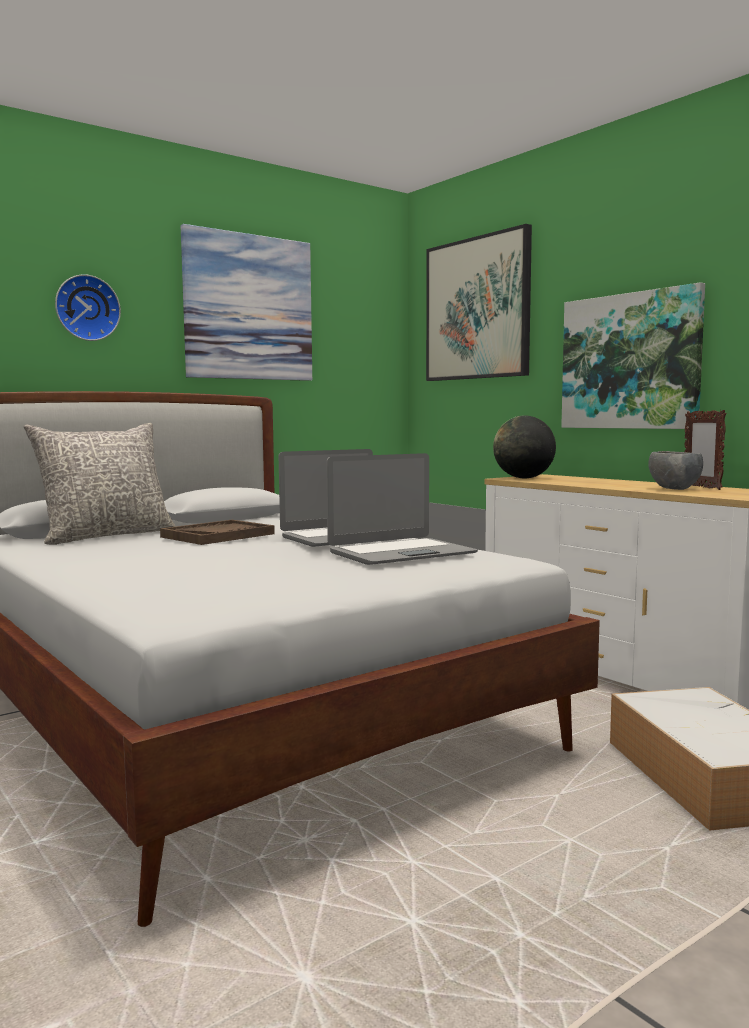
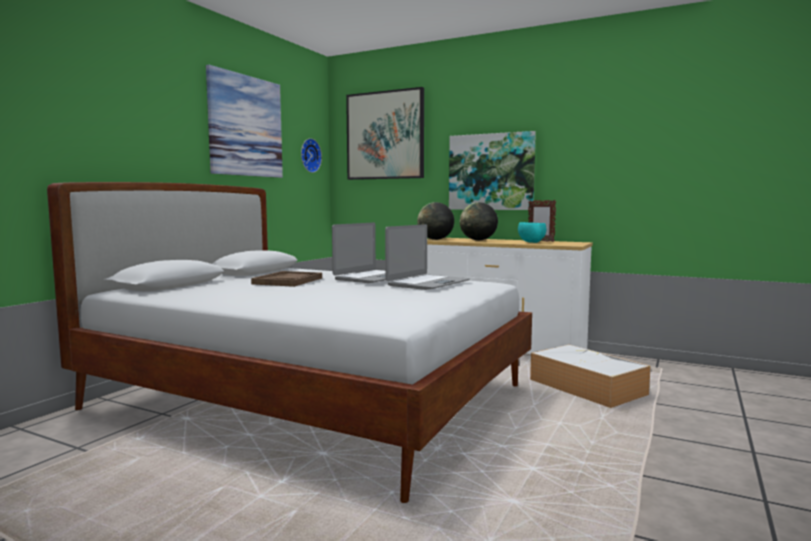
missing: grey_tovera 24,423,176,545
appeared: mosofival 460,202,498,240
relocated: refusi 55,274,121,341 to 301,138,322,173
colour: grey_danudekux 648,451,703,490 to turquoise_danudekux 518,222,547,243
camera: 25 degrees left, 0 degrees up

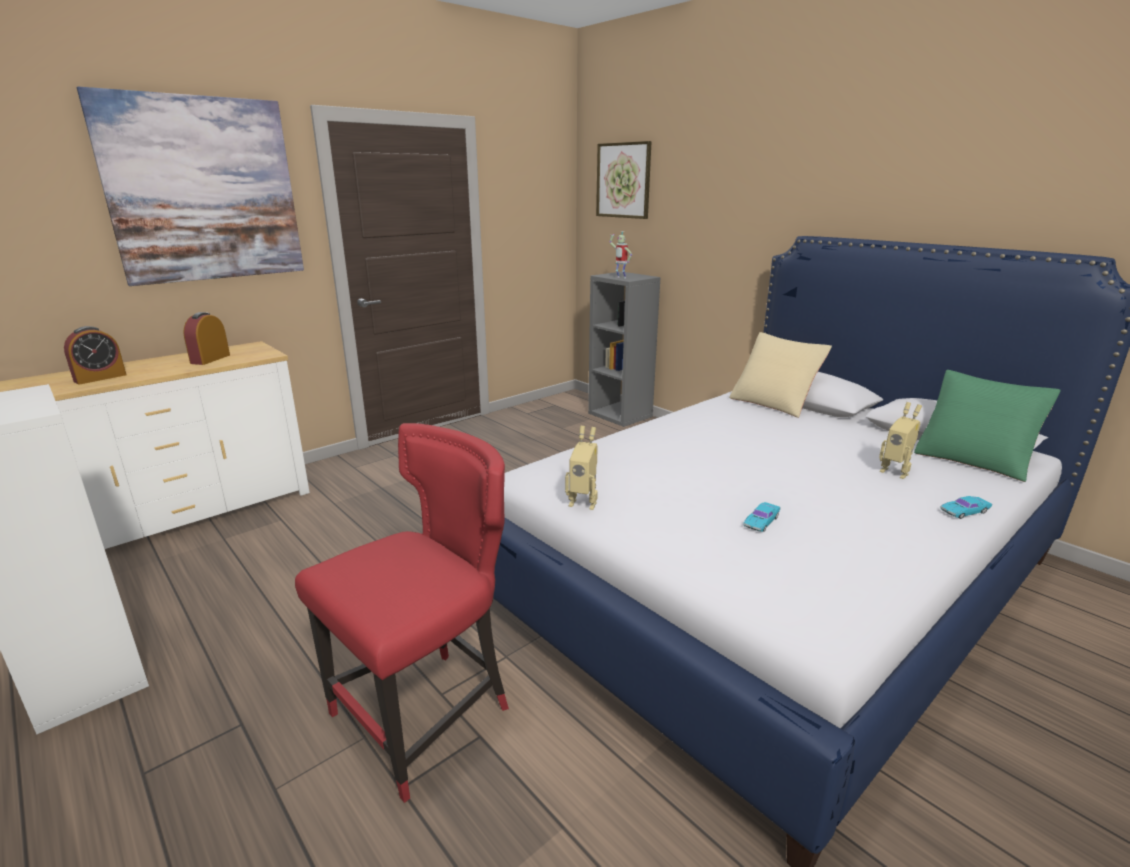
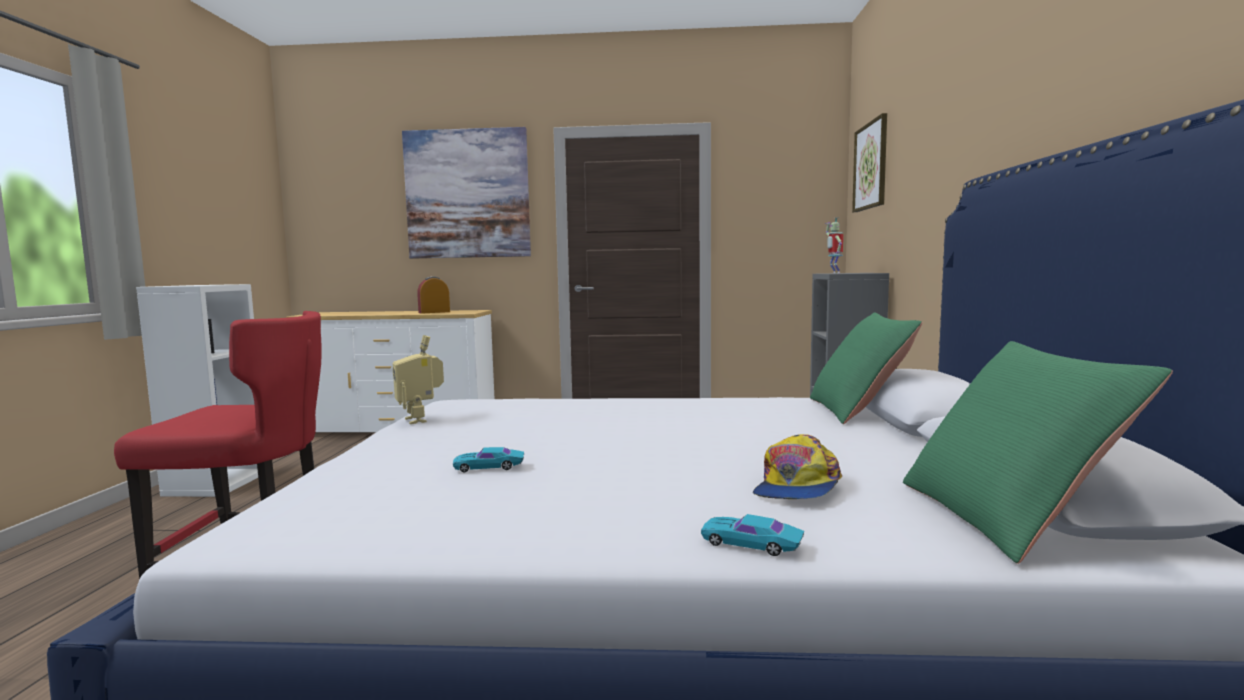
missing: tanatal 64,326,126,385
exchanged: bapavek 879,402,922,479 to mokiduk 753,434,842,499
colour: beige_tovera 729,332,832,418 to green_tovera 810,312,922,424
camera: 45 degrees right, 15 degrees down

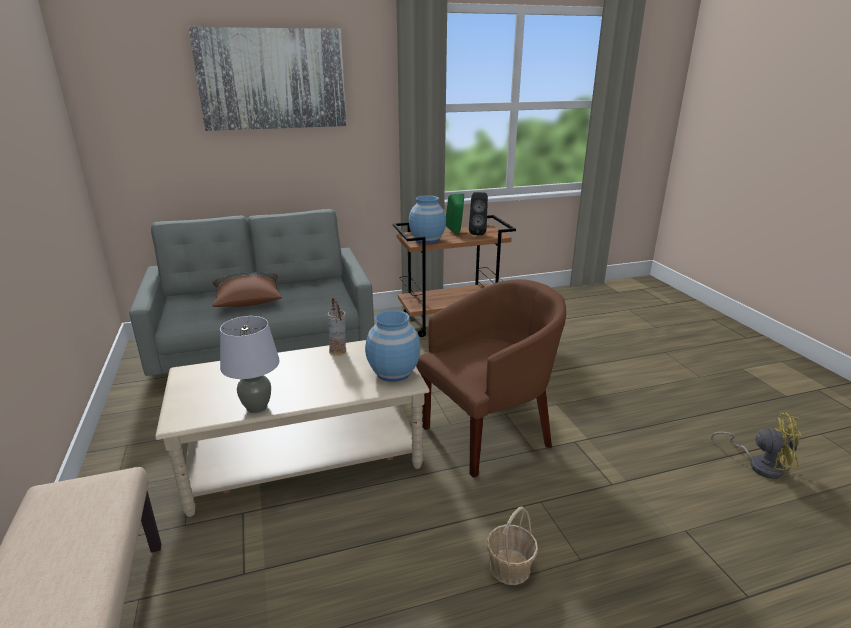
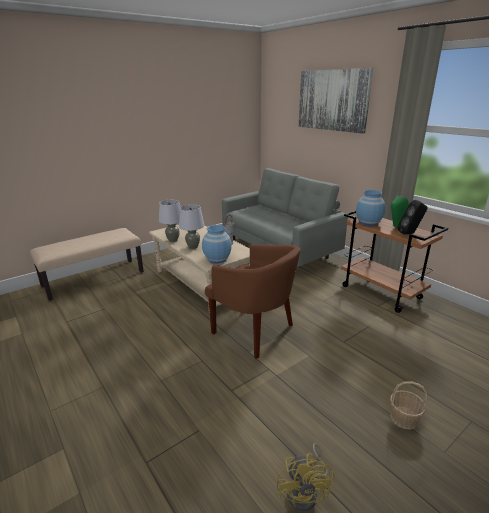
missing: brown_tovera 212,272,282,307
appeared: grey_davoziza 179,204,204,249
relocated: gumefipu 487,506,538,585 to 390,381,427,430
camera: 70 degrees right, 0 degrees up

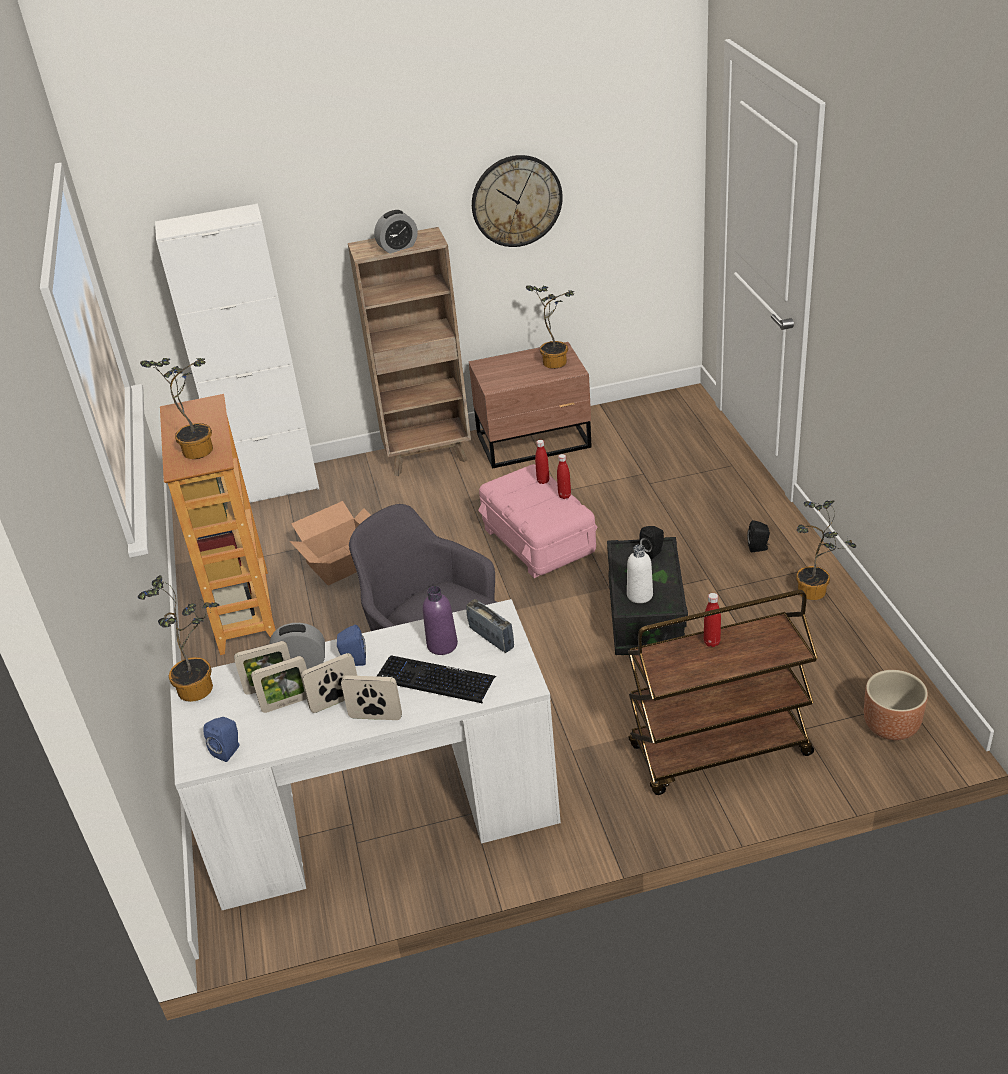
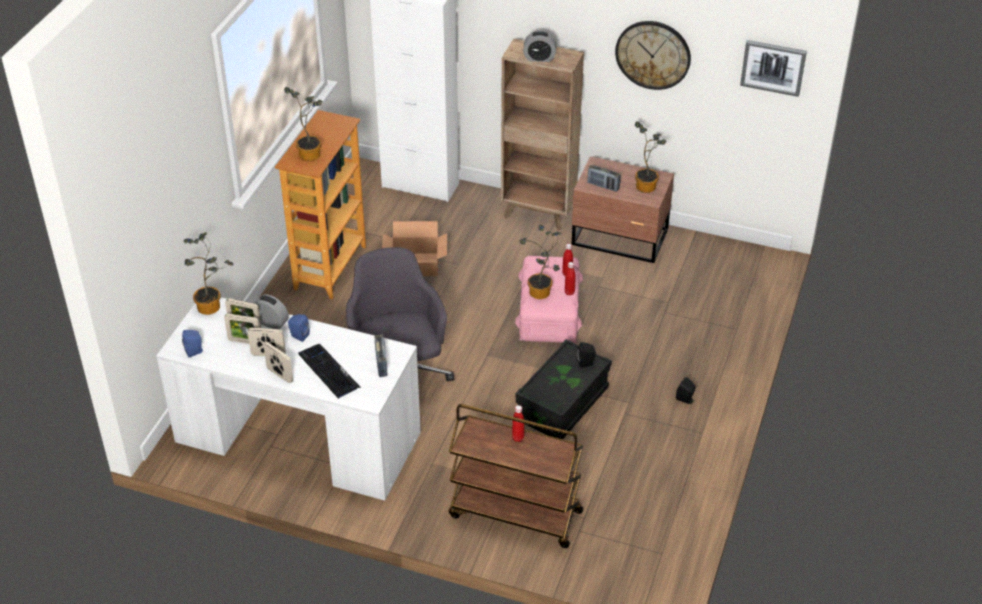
missing: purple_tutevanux 423,586,458,655; white_tutevanux 627,545,653,603; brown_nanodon 864,670,928,740
appeared: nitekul 588,165,621,192; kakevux 740,40,807,97
relocated: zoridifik 796,500,856,600 to 520,225,562,299
camera: 30 degrees right, 5 degrees up

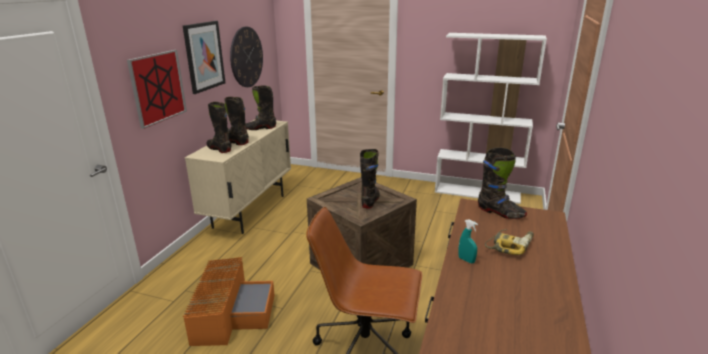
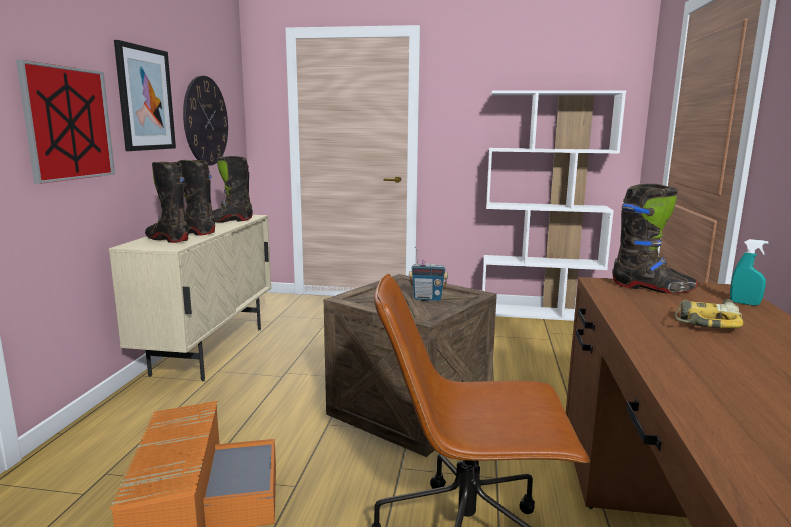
relocated: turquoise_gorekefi 458,219,478,263 to 730,239,769,306
exchanged: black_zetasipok 360,149,380,209 to nitekul 409,247,448,301
camera: 10 degrees left, 10 degrees down

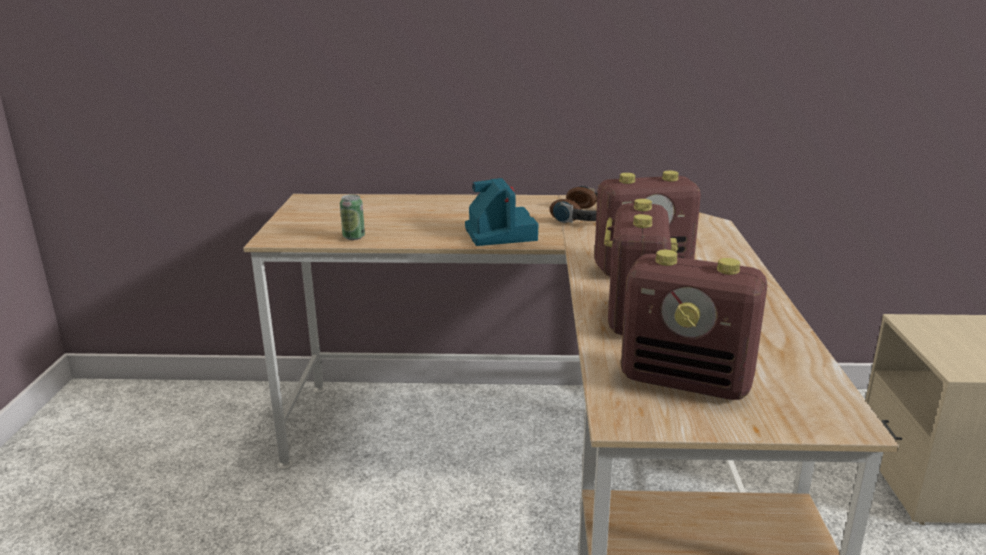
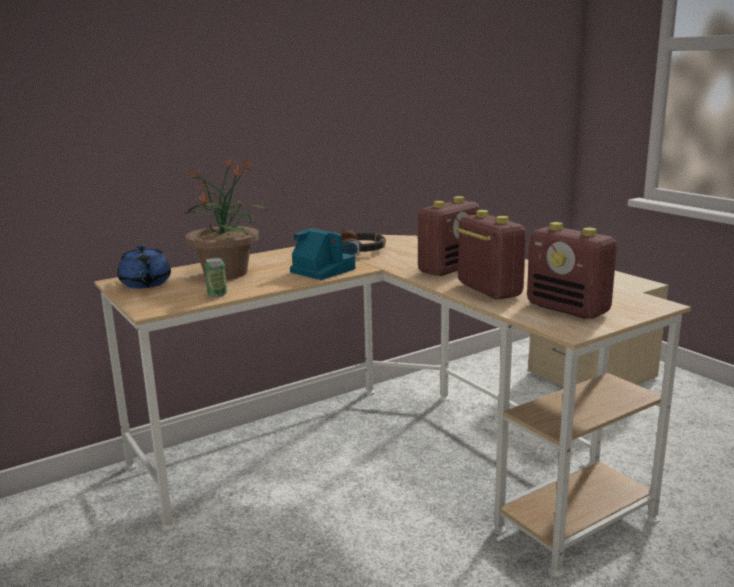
appeared: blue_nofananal 118,244,171,289; zoridifik 185,157,267,280
spun: nitekul 621,250,767,400 = 527,222,617,319 60 degrees clockwise
camera: 35 degrees left, 5 degrees down

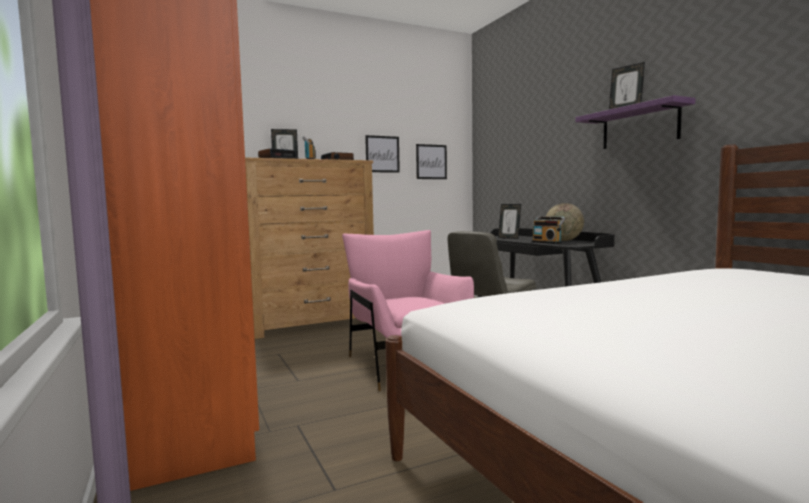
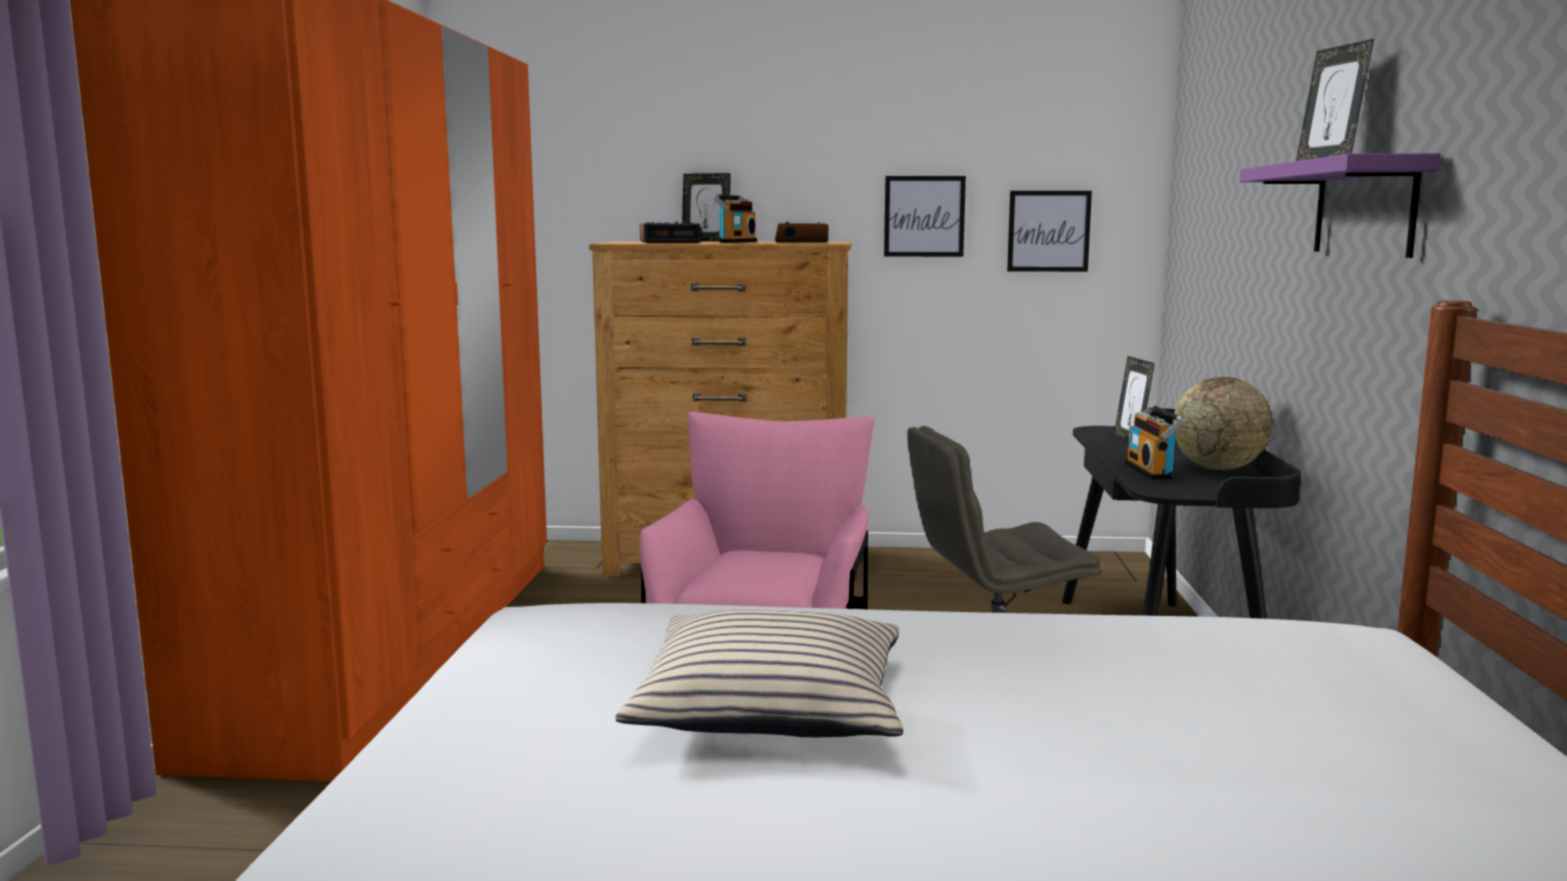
appeared: beige_tovera 615,610,904,737
camera: 30 degrees right, 5 degrees up

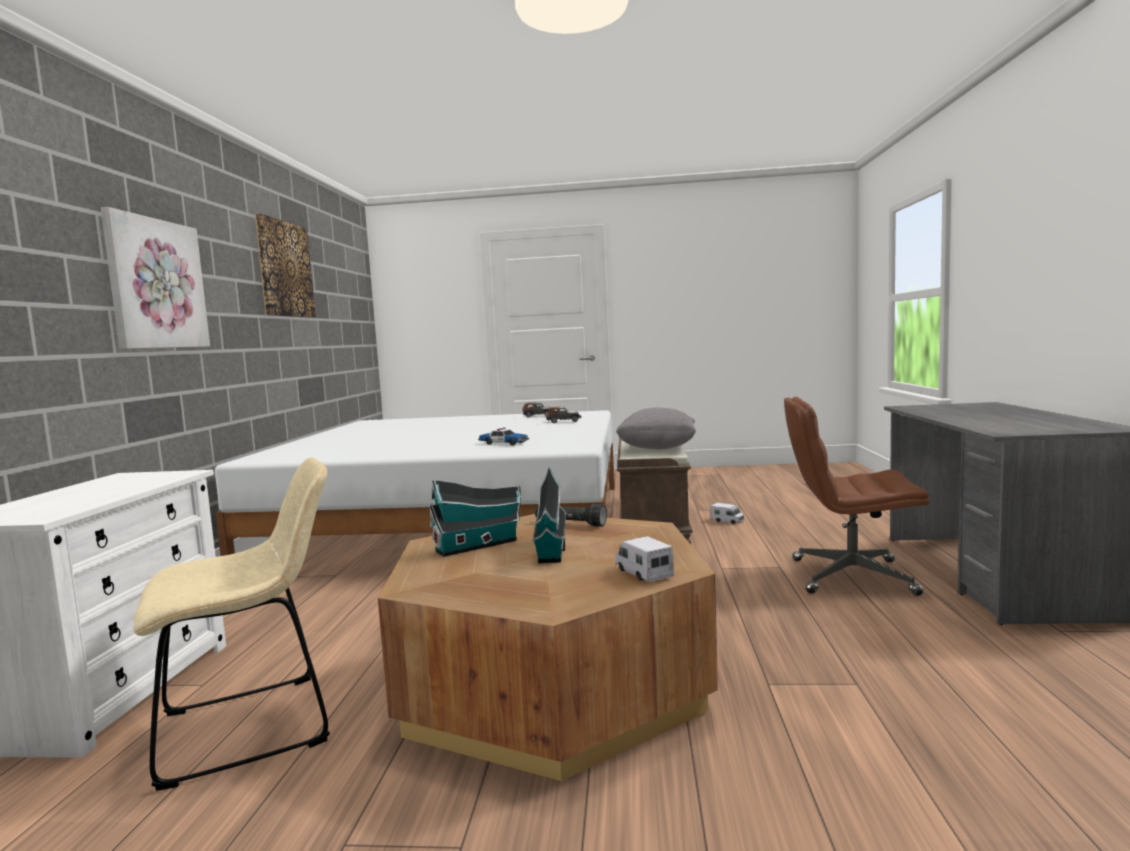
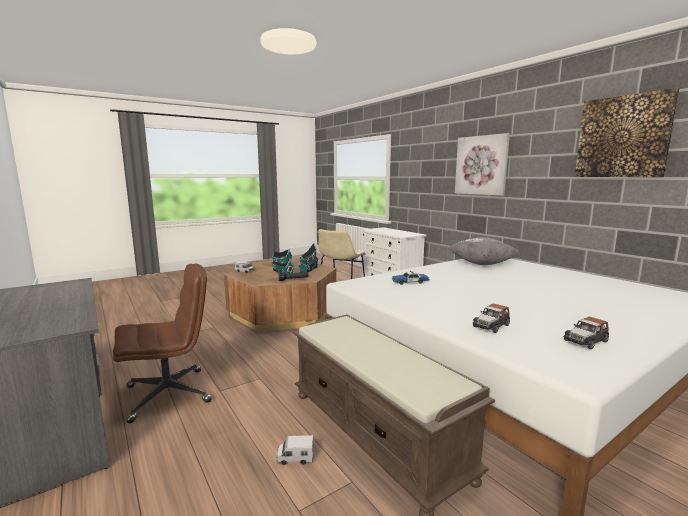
relocated: grey_tovera 616,408,696,449 to 448,238,519,265
camera: 140 degrees right, 5 degrees up

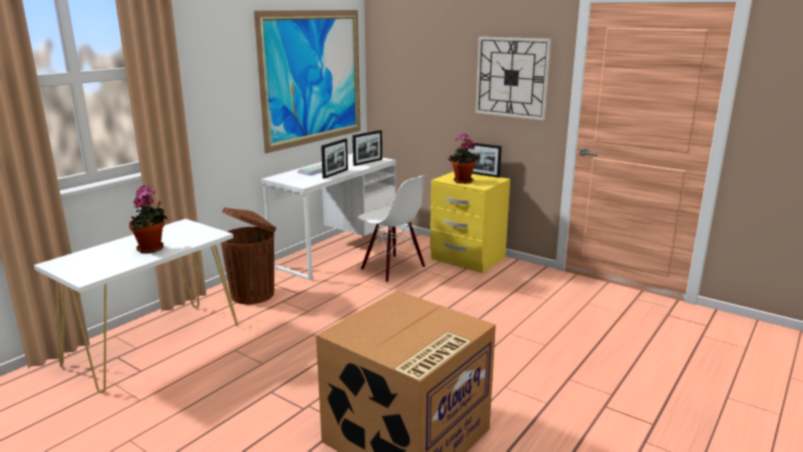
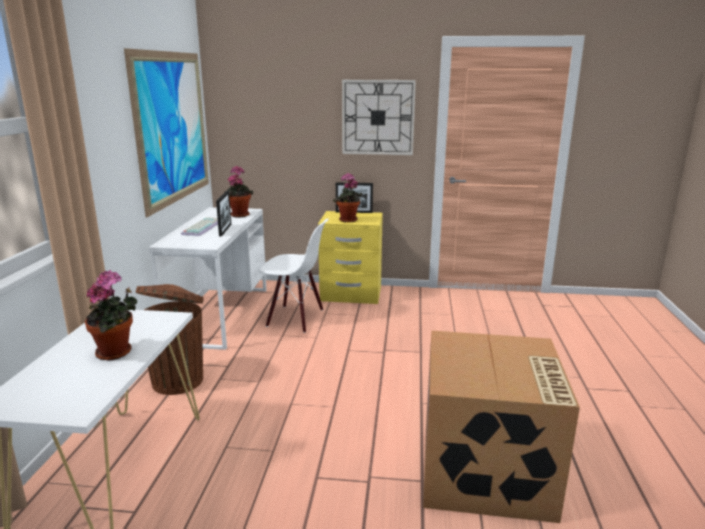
exchanged: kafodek 352,130,382,166 to zoridifik 225,166,254,217
camera: 30 degrees left, 0 degrees up

